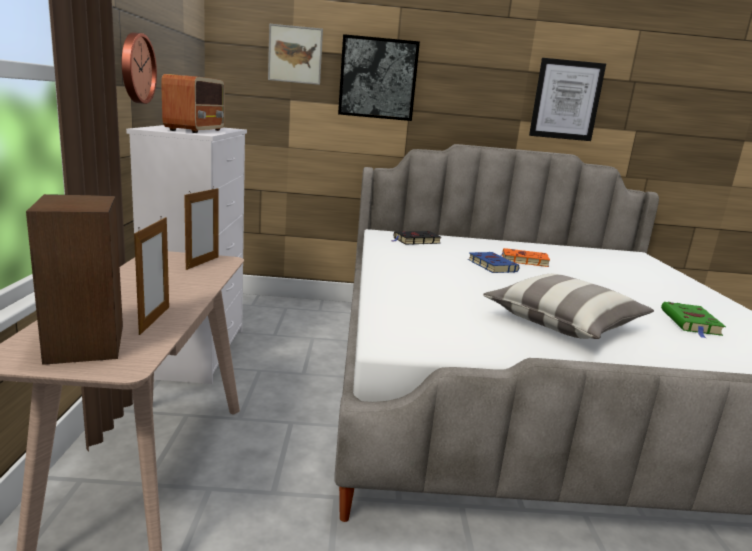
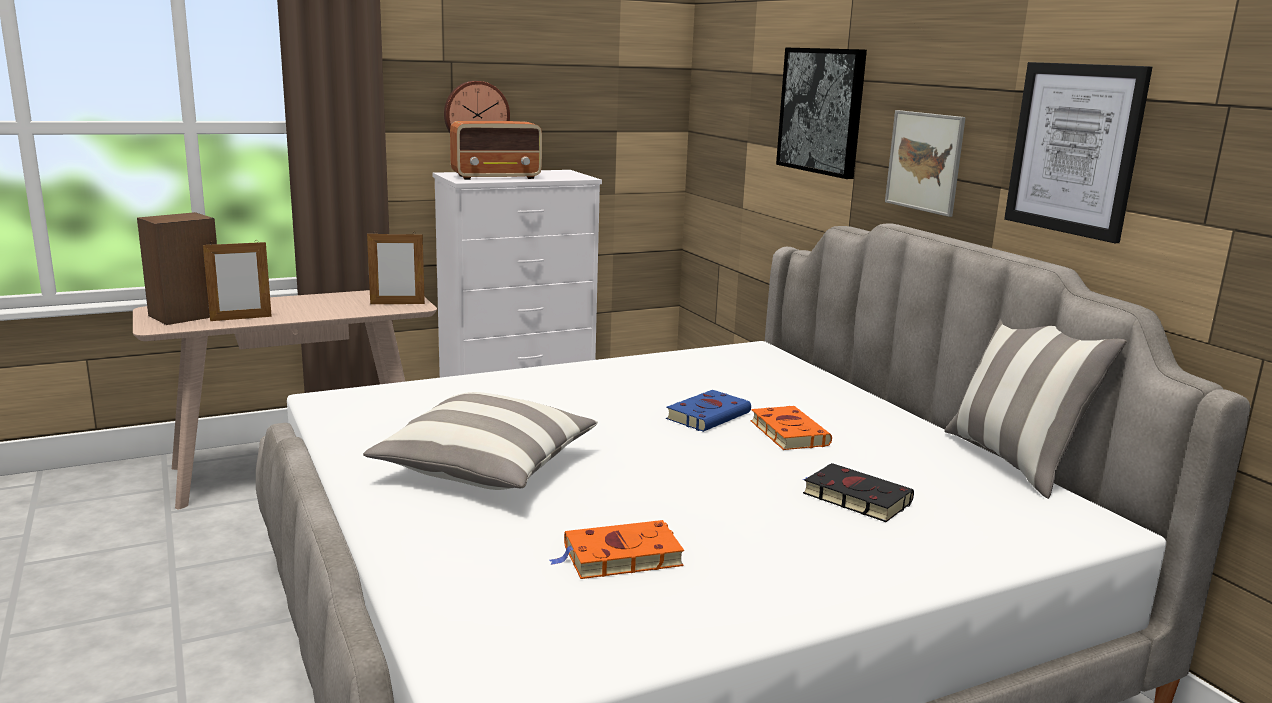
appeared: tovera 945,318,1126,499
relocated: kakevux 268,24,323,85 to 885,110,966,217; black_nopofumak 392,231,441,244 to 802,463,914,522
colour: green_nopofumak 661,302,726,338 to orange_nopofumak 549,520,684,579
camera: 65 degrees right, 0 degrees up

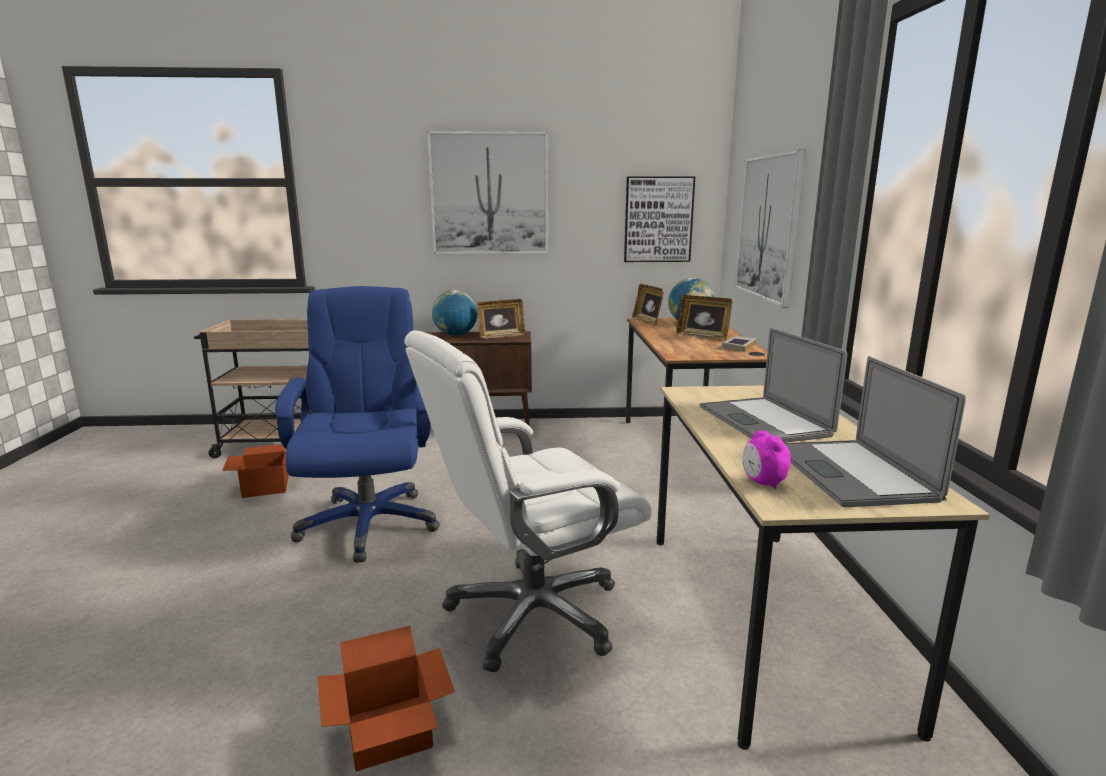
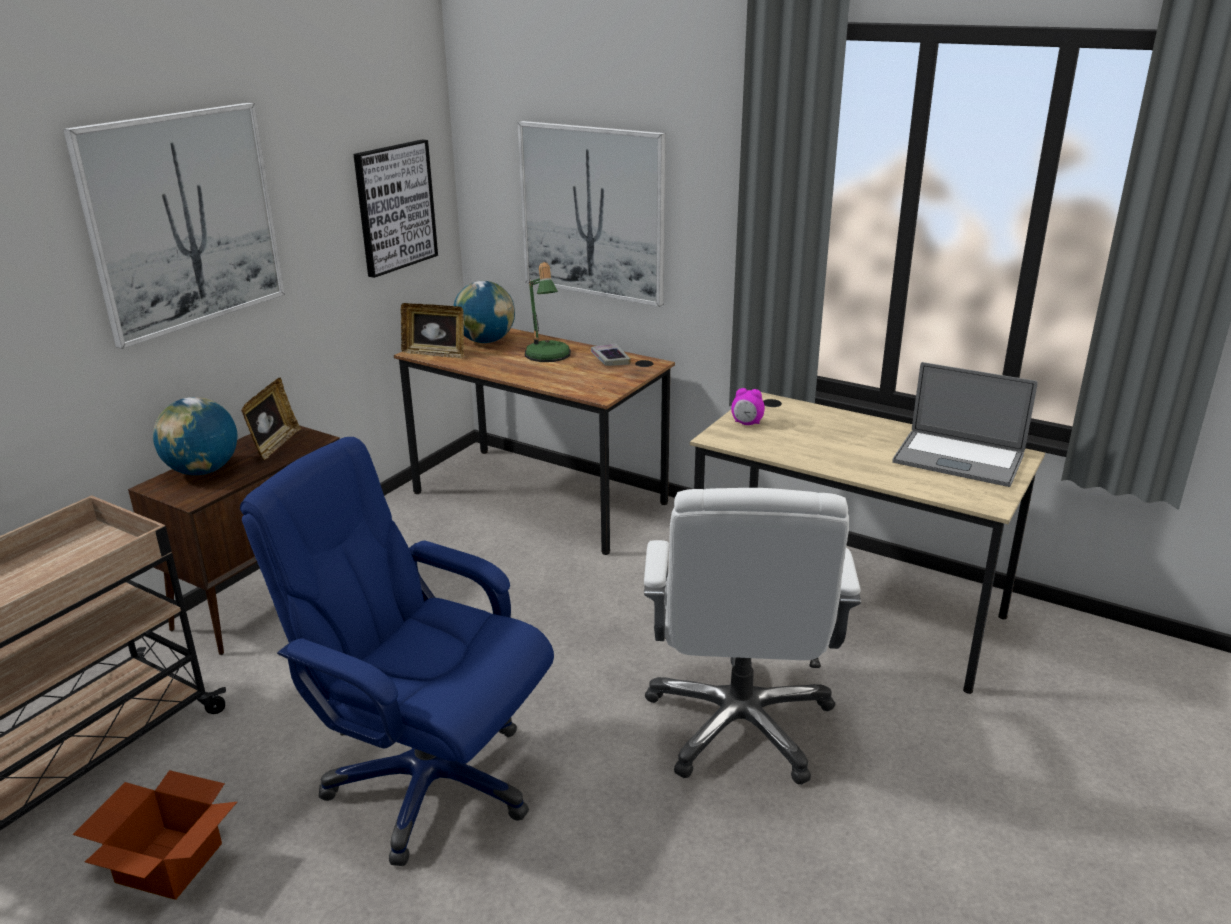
missing: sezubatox 318,626,455,772; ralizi 699,328,847,443
relocated: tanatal 743,431,791,489 to 731,388,765,425
exchanged: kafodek 677,295,732,341 to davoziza 525,262,571,362
camera: 55 degrees left, 10 degrees up

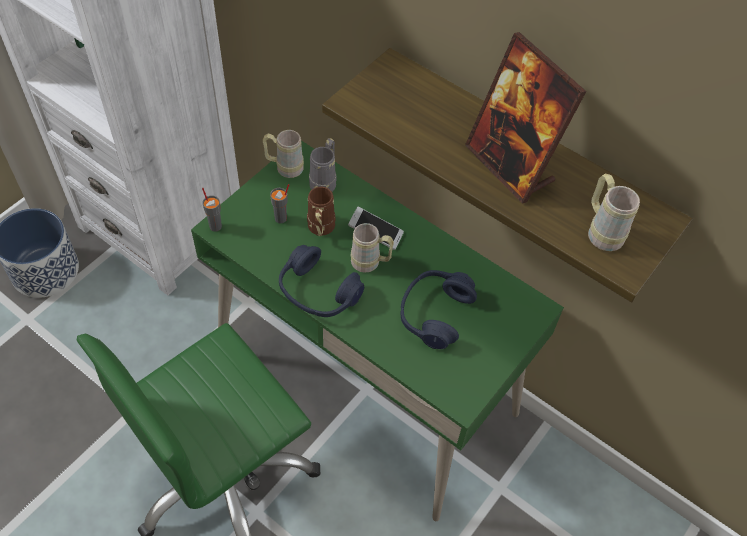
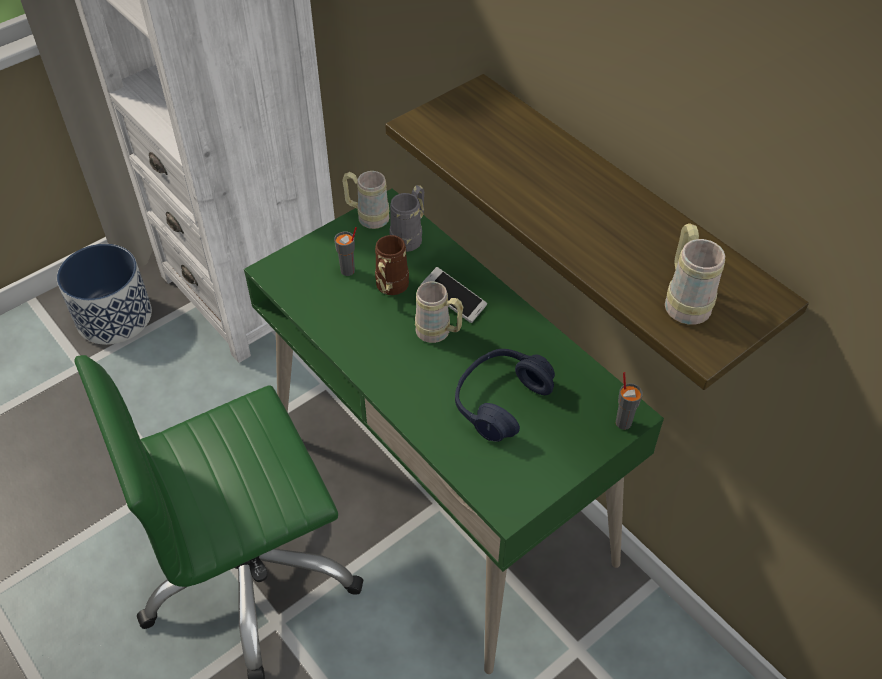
missing: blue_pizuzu 279,245,364,317; kafodek 465,32,586,204
relocated: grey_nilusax 202,187,222,232 to 616,372,643,430
camera: 15 degrees right, 5 degrees down

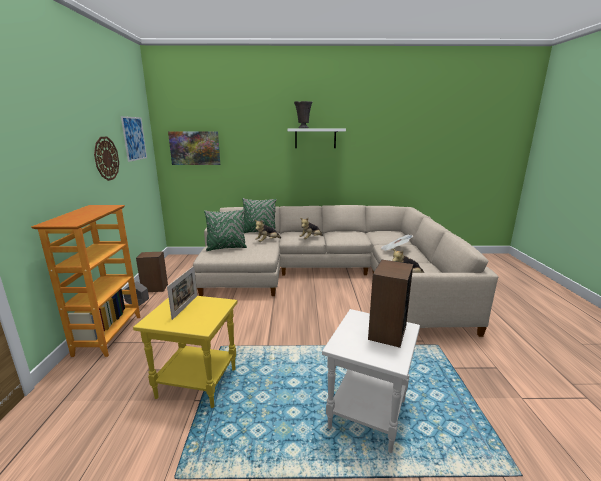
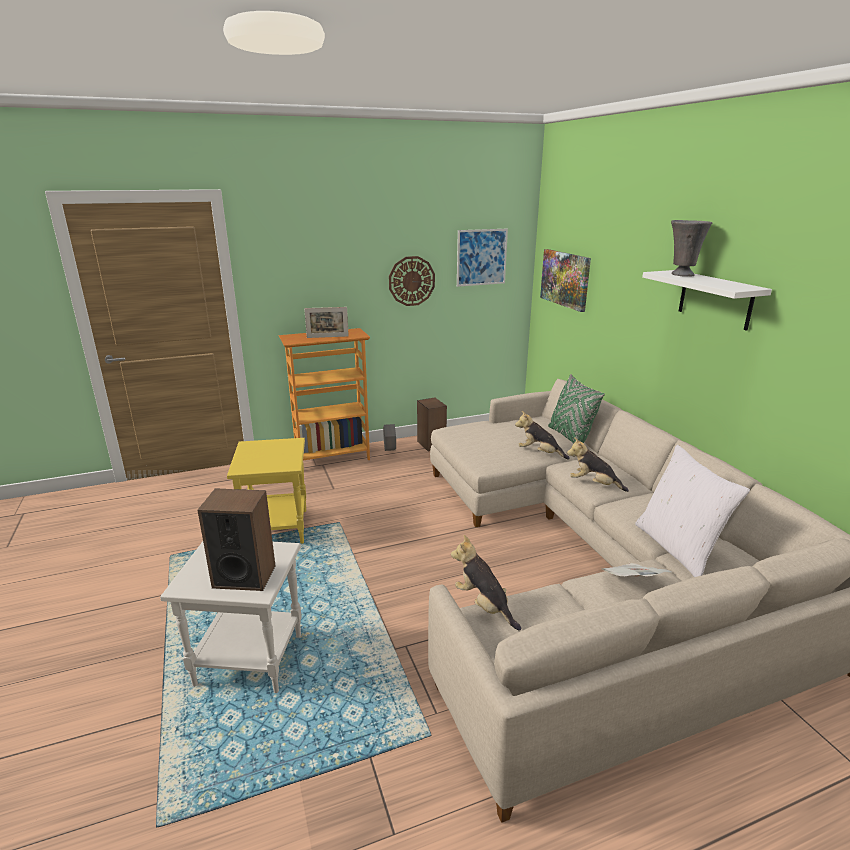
missing: green_tovera 204,209,247,251
appeared: white_tovera 635,445,750,577
relocated: kafodek 167,266,197,320 to 304,307,349,338
camera: 70 degrees right, 5 degrees up

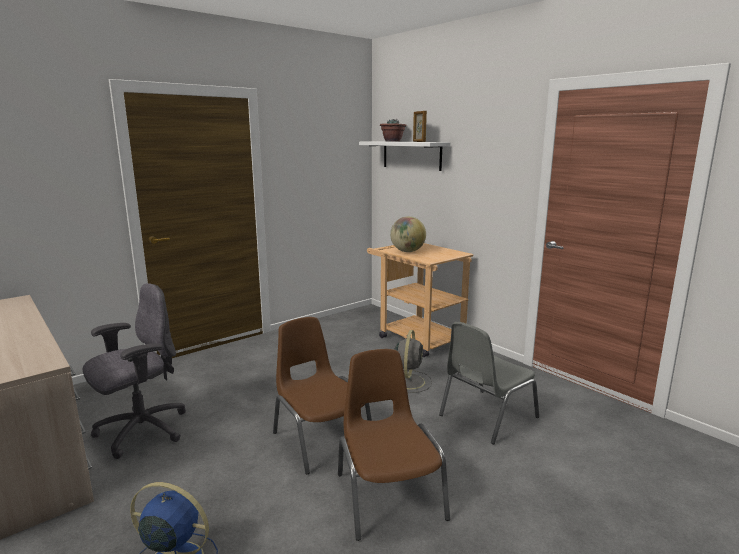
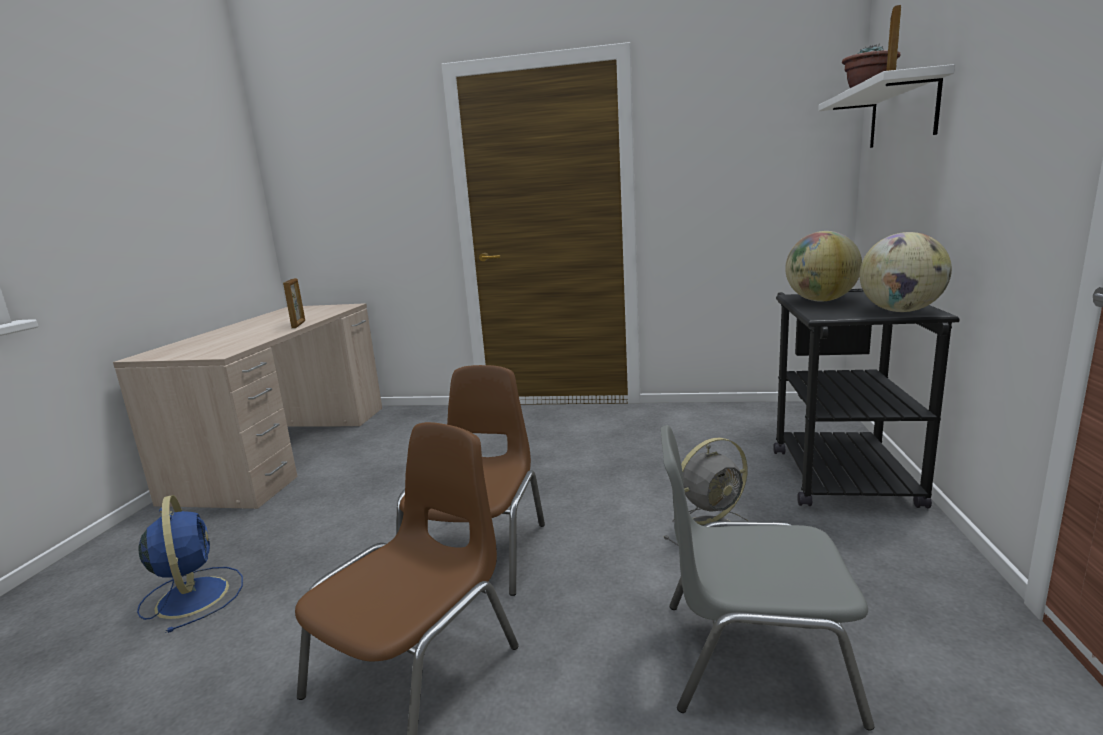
missing: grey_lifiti 82,283,186,459
appeared: kafodek 283,278,305,328; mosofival 860,232,952,312
colour: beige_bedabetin 367,243,473,357 to black_bedabetin 773,289,959,509
camera: 50 degrees right, 0 degrees up

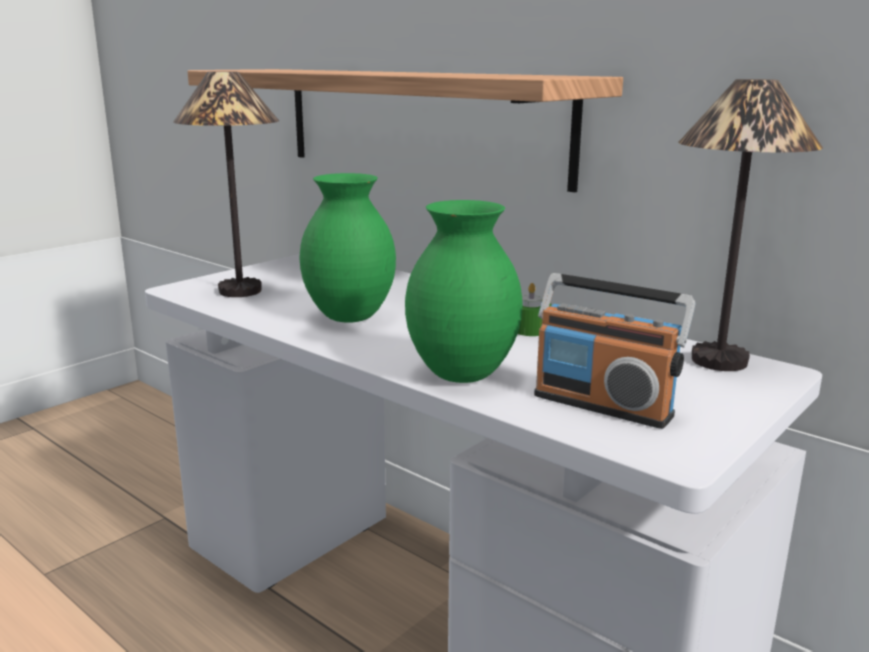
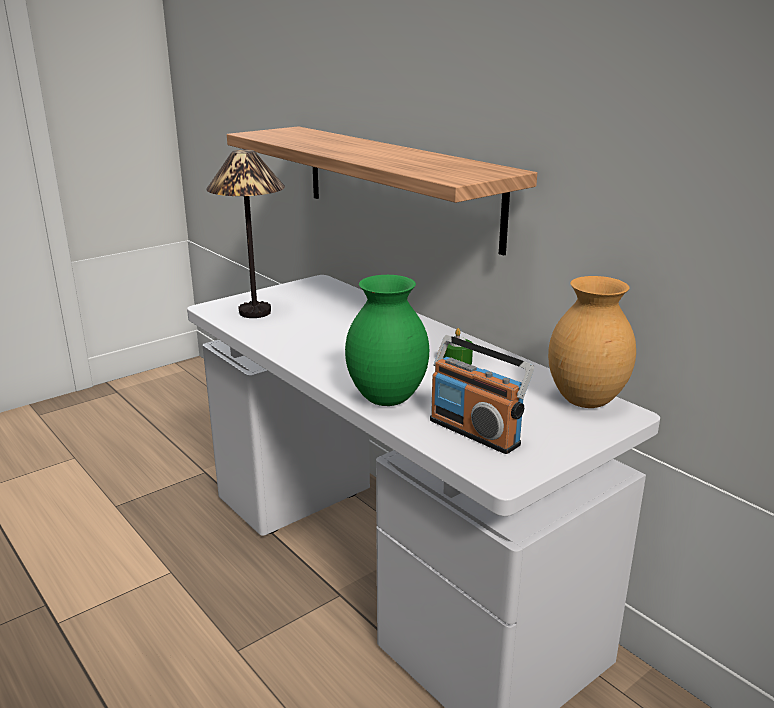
missing: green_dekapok 300,173,396,323
exchanged: davoziza 678,79,823,371 to brown_dekapok 548,276,636,408
camera: 10 degrees right, 5 degrees up

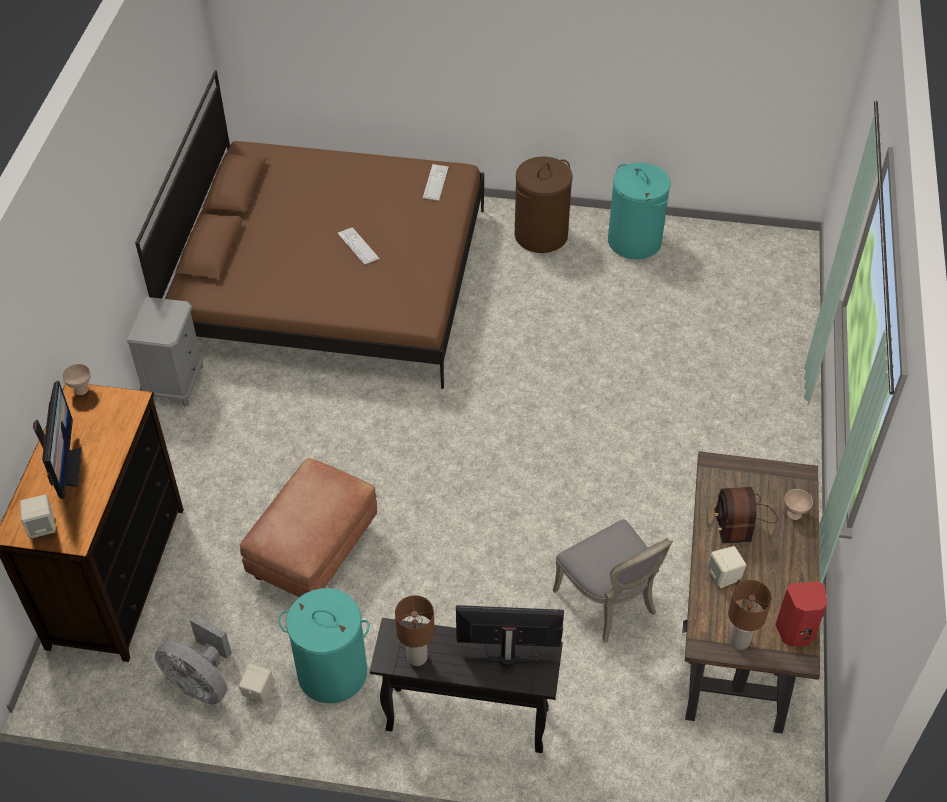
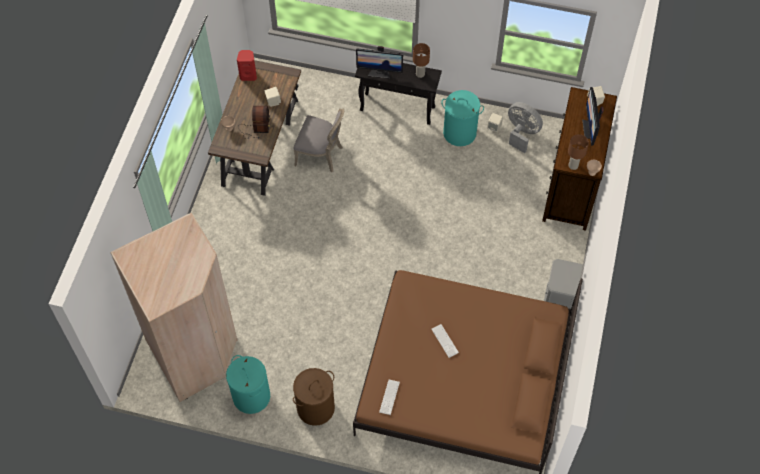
missing: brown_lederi 240,458,377,597
appeared: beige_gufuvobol 110,213,238,402
relocated: brown_davoziza 728,580,772,650 to 568,134,589,170
spun: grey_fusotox 553,519,673,642 = 293,109,344,172 135 degrees clockwise
camera: 175 degrees left, 10 degrees up

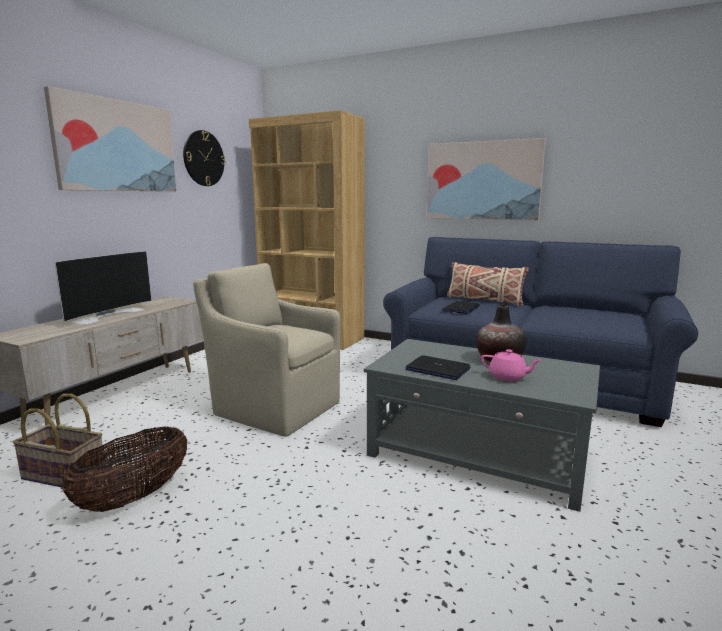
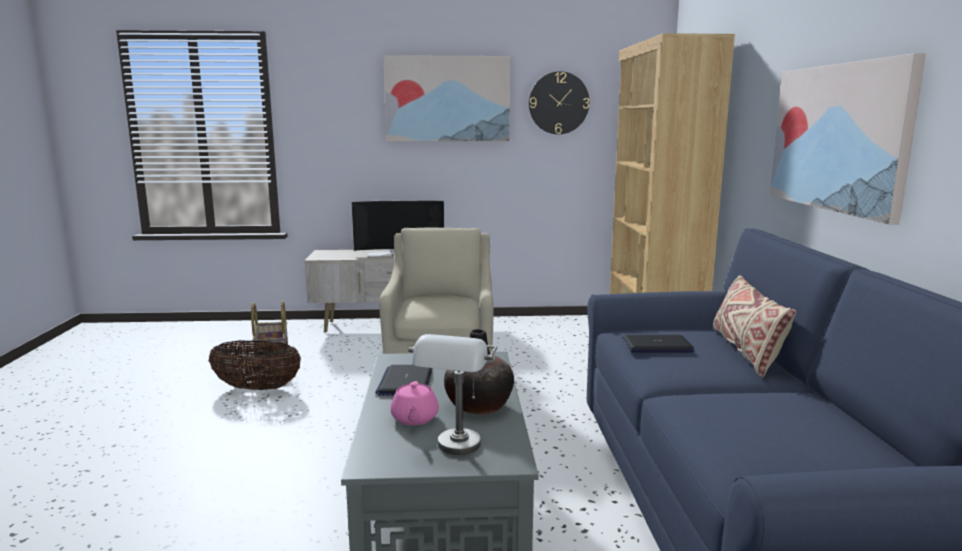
appeared: grey_davoziza 408,334,497,455
camera: 60 degrees right, 0 degrees up

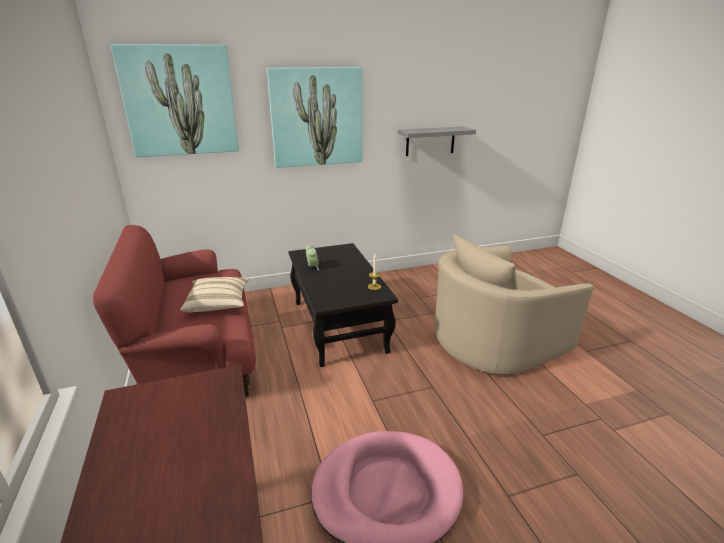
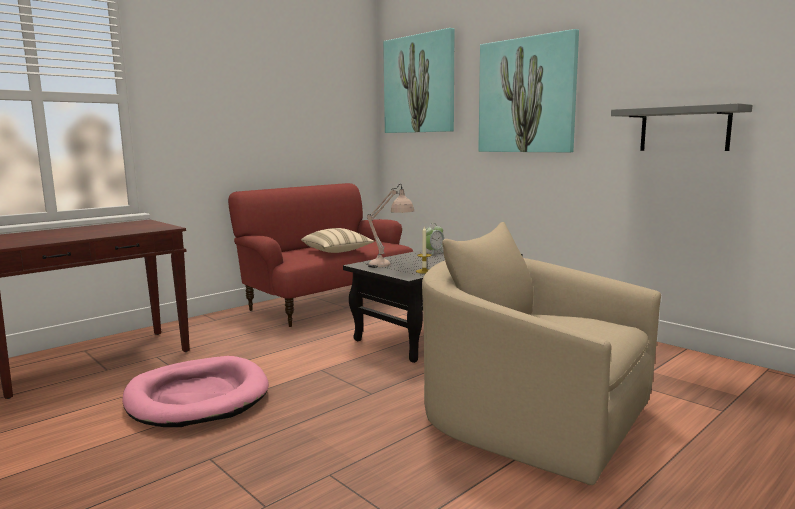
appeared: beige_davoziza 366,184,414,268
camera: 65 degrees right, 15 degrees down

